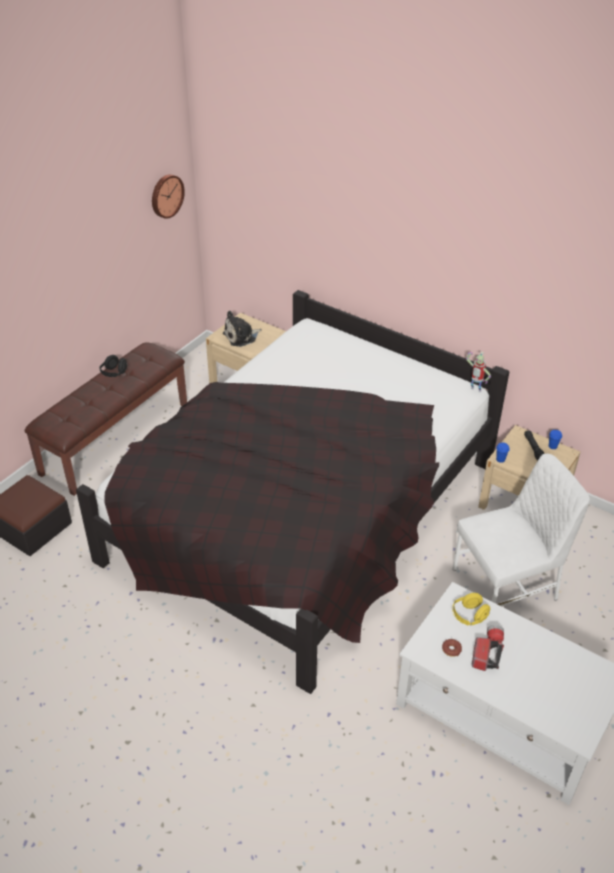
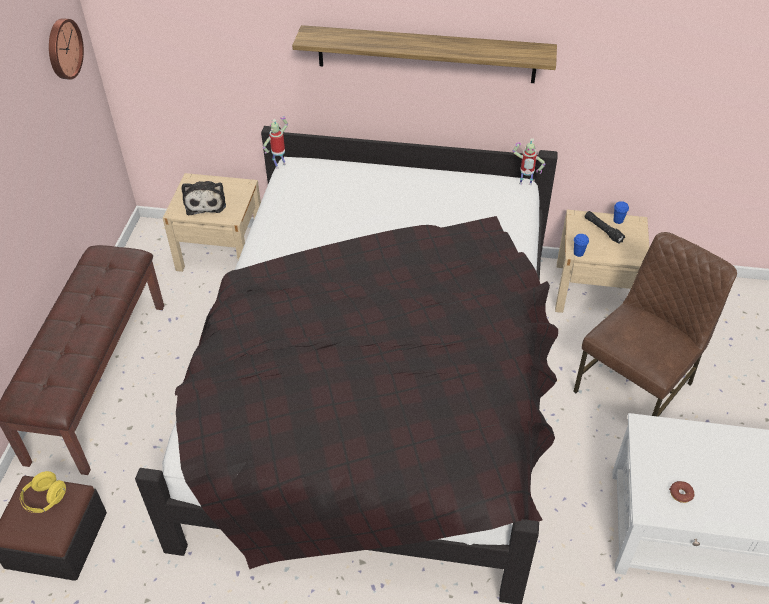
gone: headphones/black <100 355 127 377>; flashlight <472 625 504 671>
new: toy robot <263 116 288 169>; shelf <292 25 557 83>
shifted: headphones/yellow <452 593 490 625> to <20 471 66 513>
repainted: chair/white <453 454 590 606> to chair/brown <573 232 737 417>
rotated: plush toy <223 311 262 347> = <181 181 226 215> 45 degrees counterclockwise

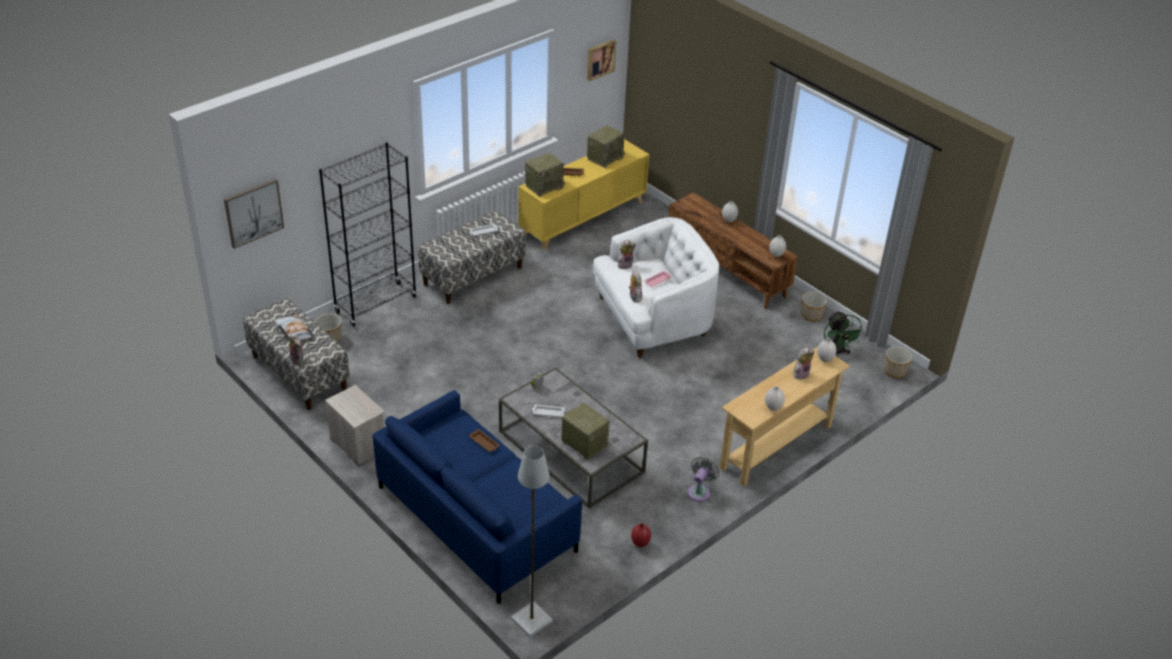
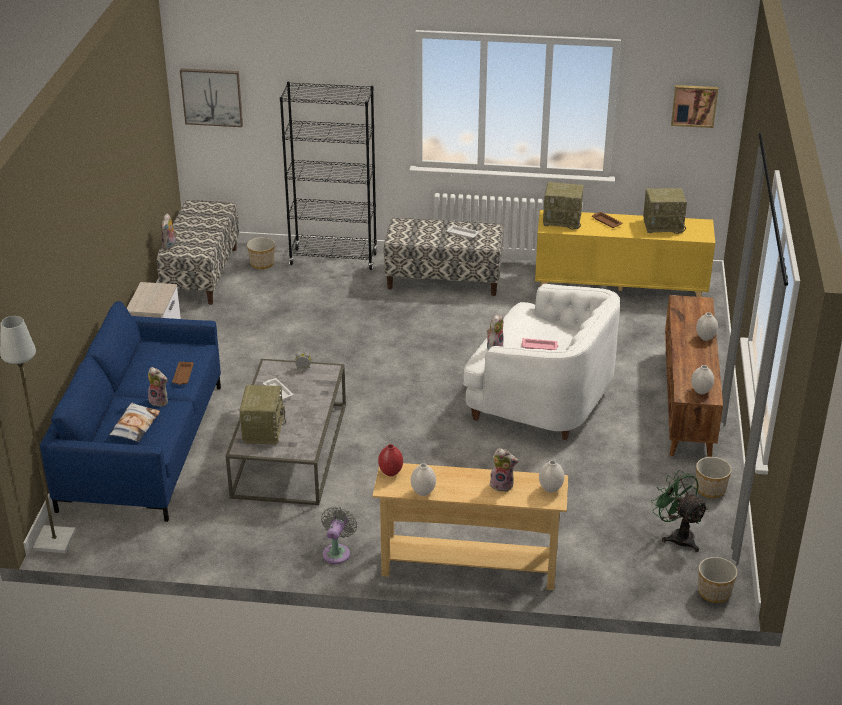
shifted: pillow <274 315 315 340> to <109 402 160 442>; plush toy <618 240 636 269> to <147 367 168 407>; vase/red <631 523 651 547> to <378 444 403 476>
rotated: fan/grey <688 456 719 502> = <321 506 357 564> 60 degrees counterclockwise; fan/green <824 310 864 356> = <651 470 708 552> 105 degrees clockwise

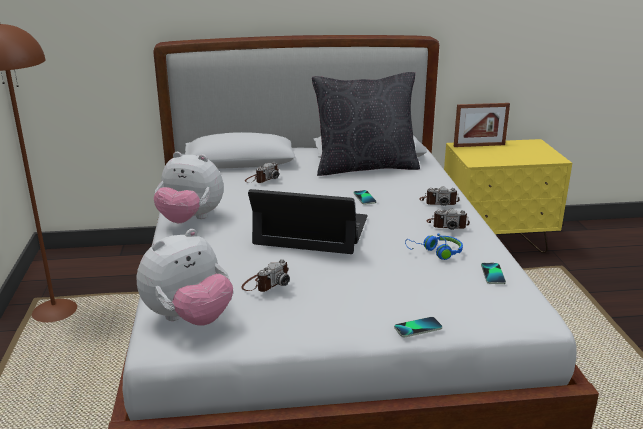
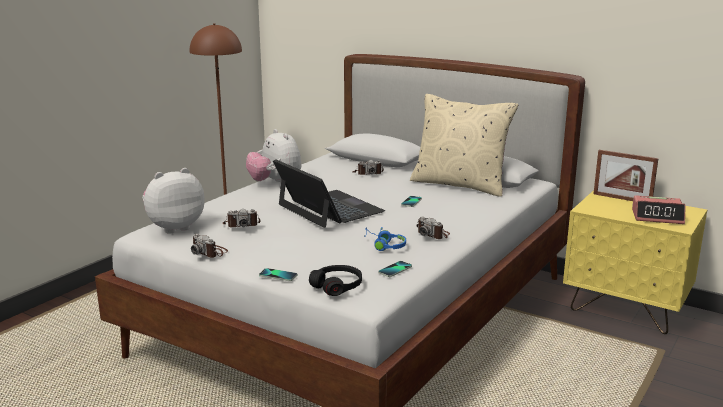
new: headphones/black <309 265 362 296>; alarm clock <632 195 686 224>
shifted: photo camera <419 186 460 206> to <191 234 228 258>
repainted: pillow/black <312 72 420 176> to pillow/beige <410 94 518 197>
rotated: plush toy <137 229 233 326> = <142 168 205 234> 150 degrees clockwise

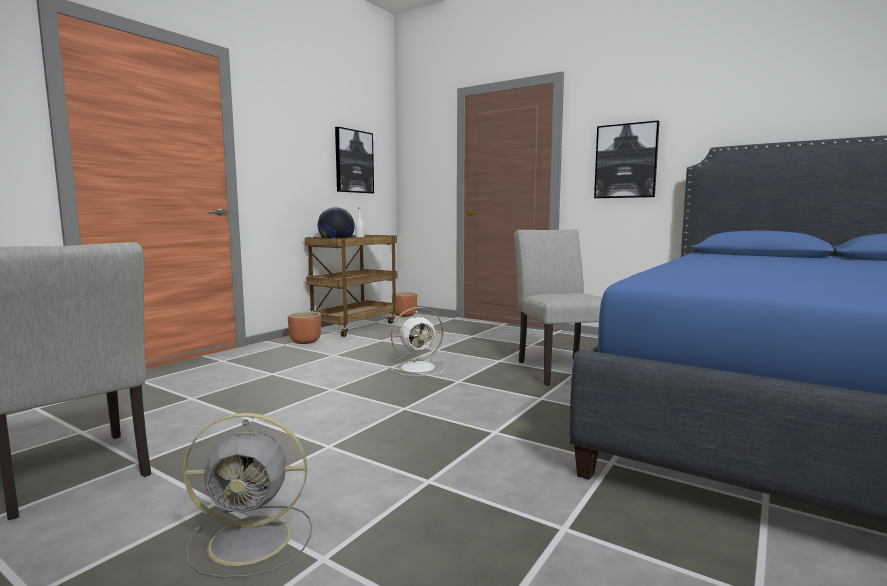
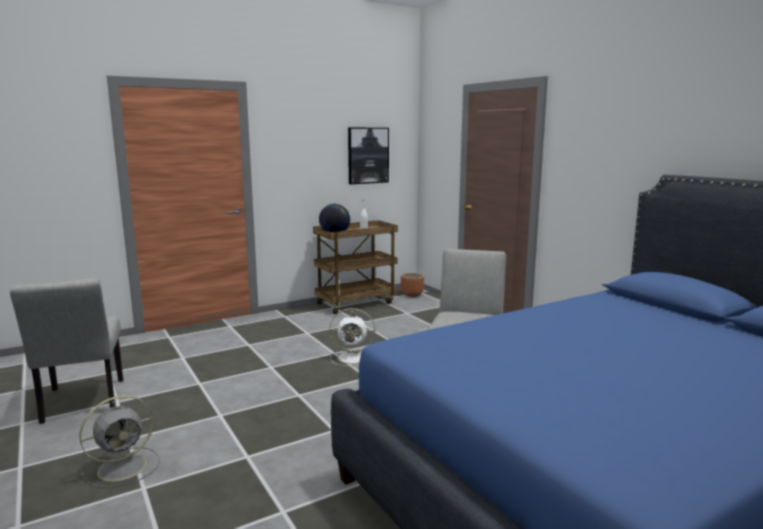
gone: planter/brown <288 311 321 344>; picture <594 120 660 198>
rotated: fan/grey <183 413 312 578> = <79 395 160 488> 60 degrees counterclockwise

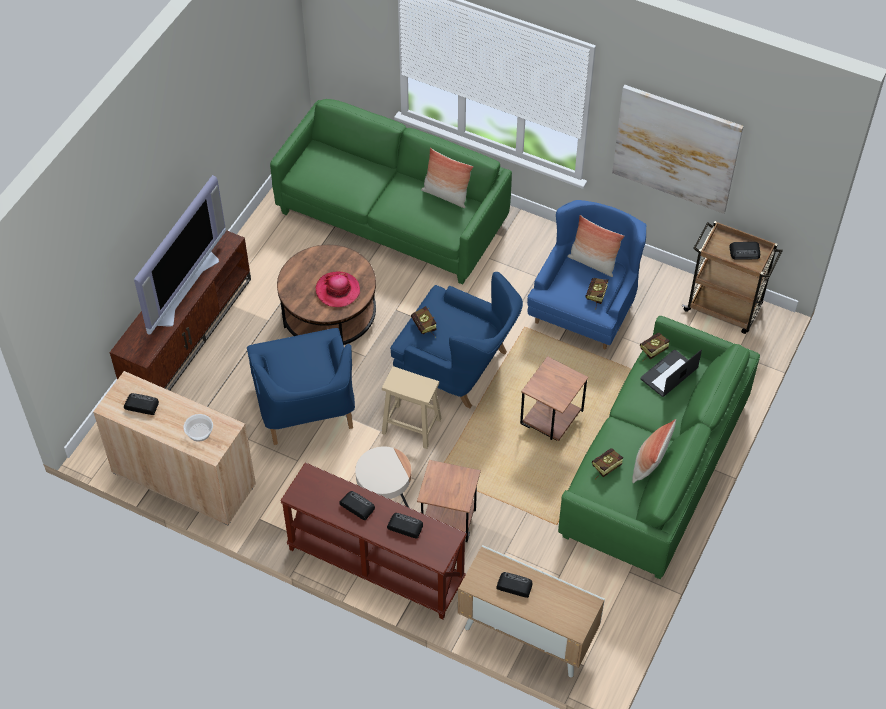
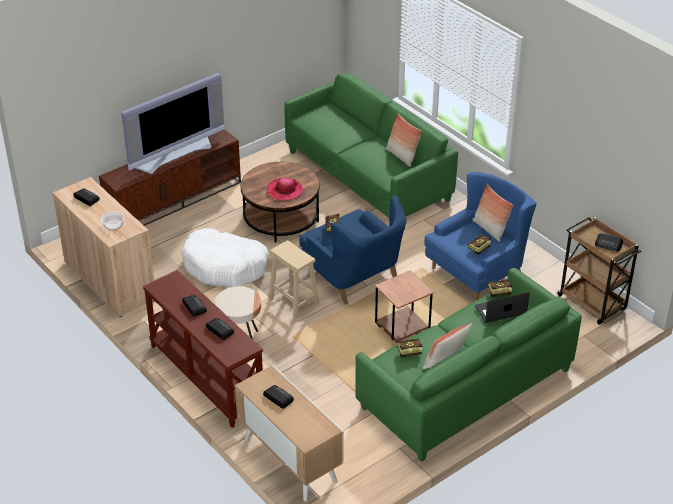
gone: side table/brown <417 460 481 542>; picture <612 85 744 214>
swapped: armchair/blue <247 328 355 445> to dog bed/white <181 228 269 287>

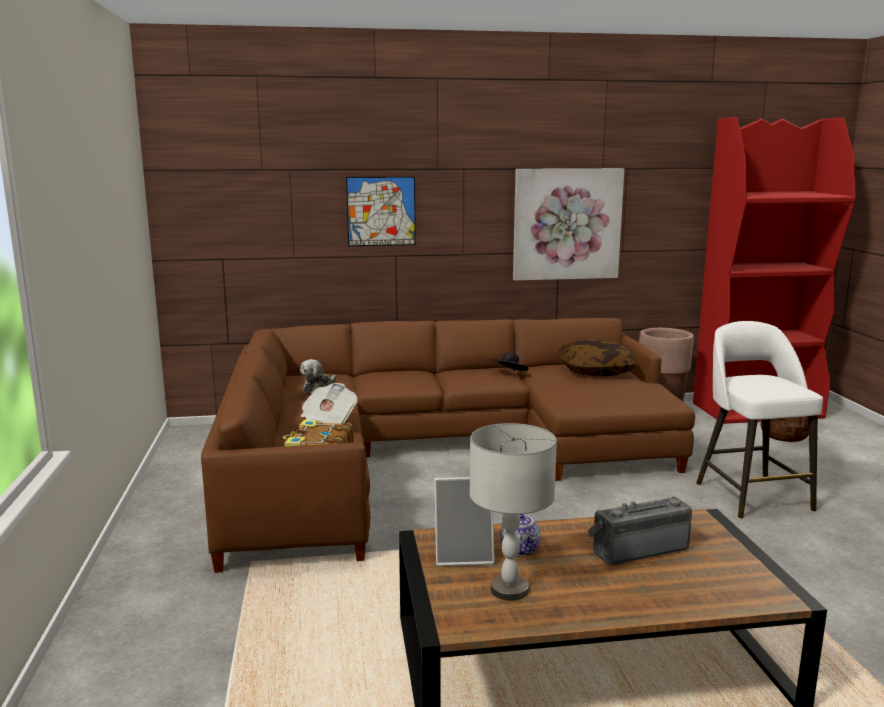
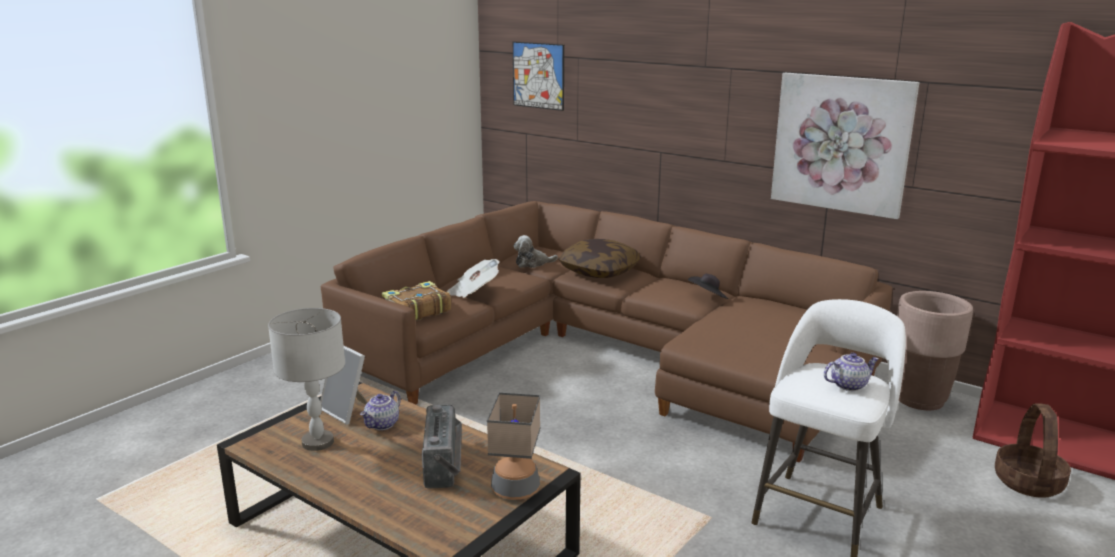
new: table lamp <487 392 540 500>; teapot <824 353 879 391>
shifted: picture <346 177 416 246> to <513 41 564 111>; pillow <558 340 637 376> to <559 239 641 278>
rotated: radio <588 497 692 565> = <422 404 462 489> 60 degrees clockwise

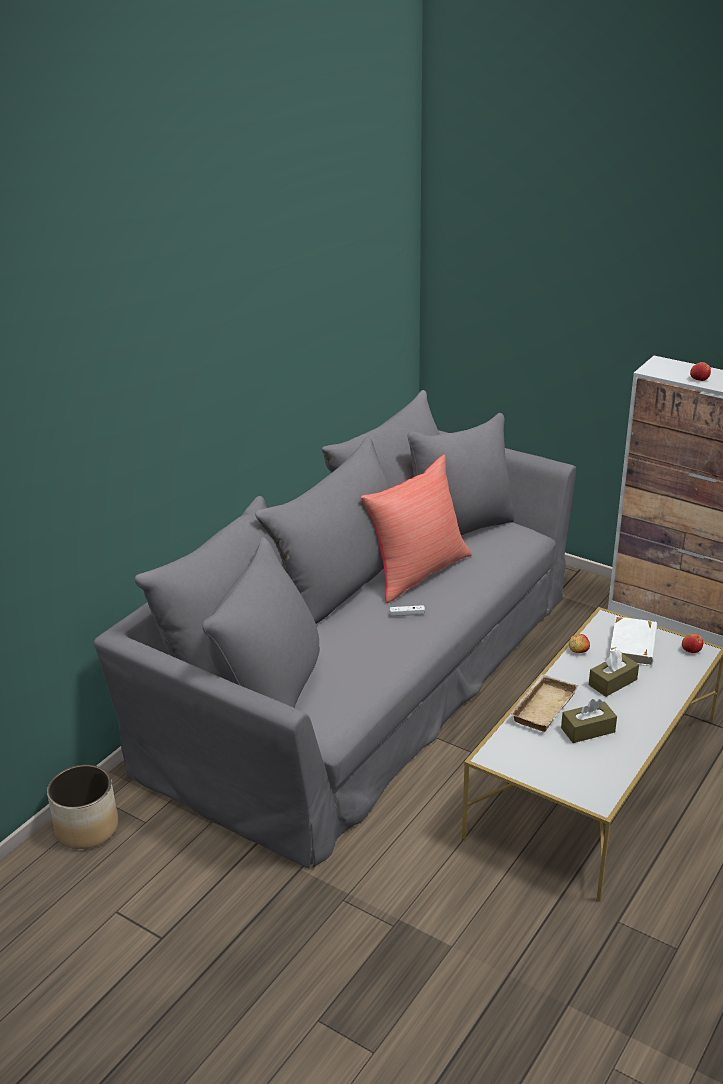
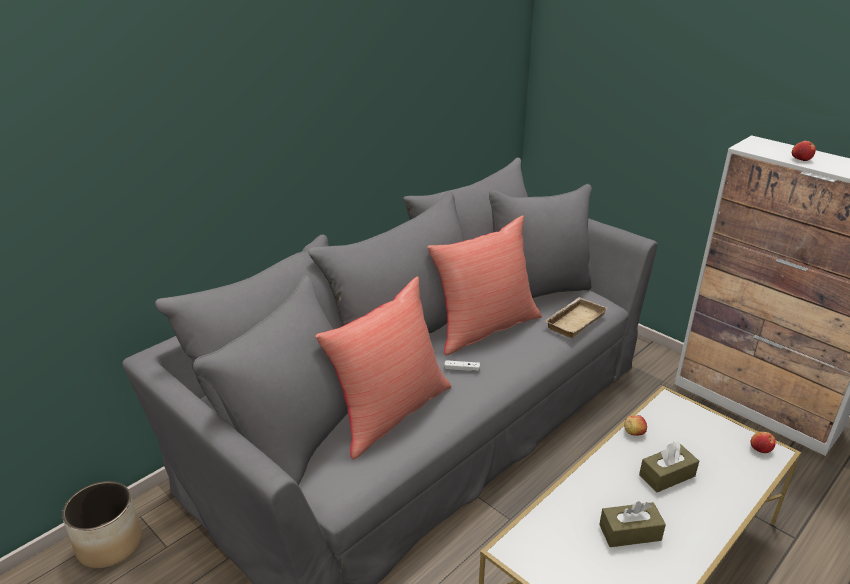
gone: book/white <610 616 657 666>
new: pillow/red <315 276 451 460>
shifted: tray/beige <510 674 578 732> to <545 297 607 338>

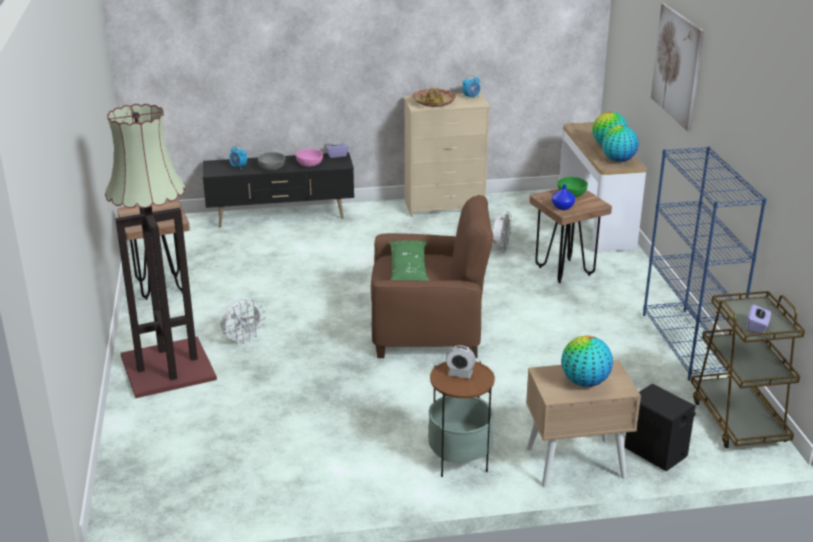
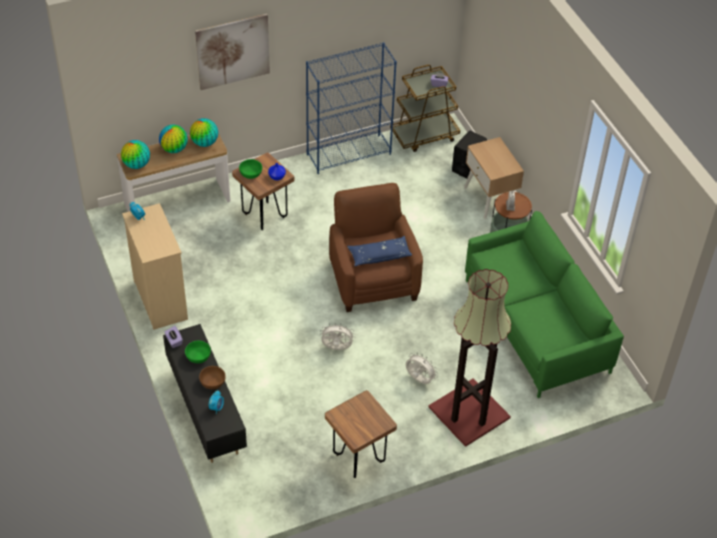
gone: hat <412 87 456 107>
new: sofa/green <465 211 624 398>
shifted: fan/white <491 211 512 252> to <320 323 355 350>; globe <561 336 613 387> to <121 140 150 169>
repainted: bowl/grey <258 152 286 171> to bowl/brown <199 366 226 389>; bowl/pink <296 149 323 167> to bowl/green <185 341 211 363>; pillow/green <389 240 430 281> to pillow/blue <347 236 412 266>

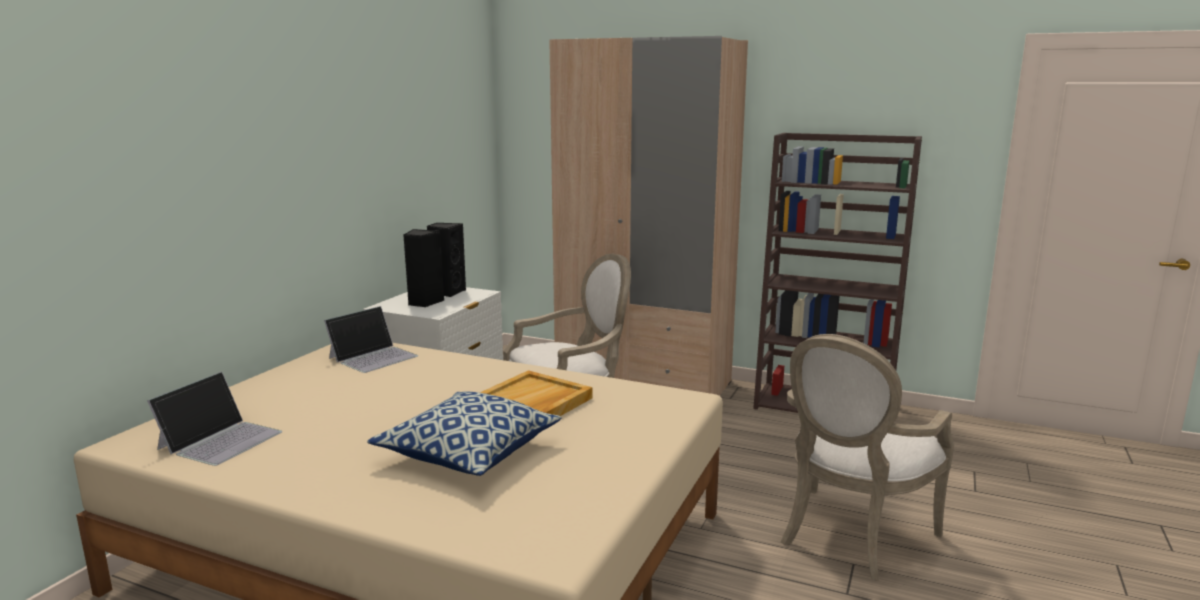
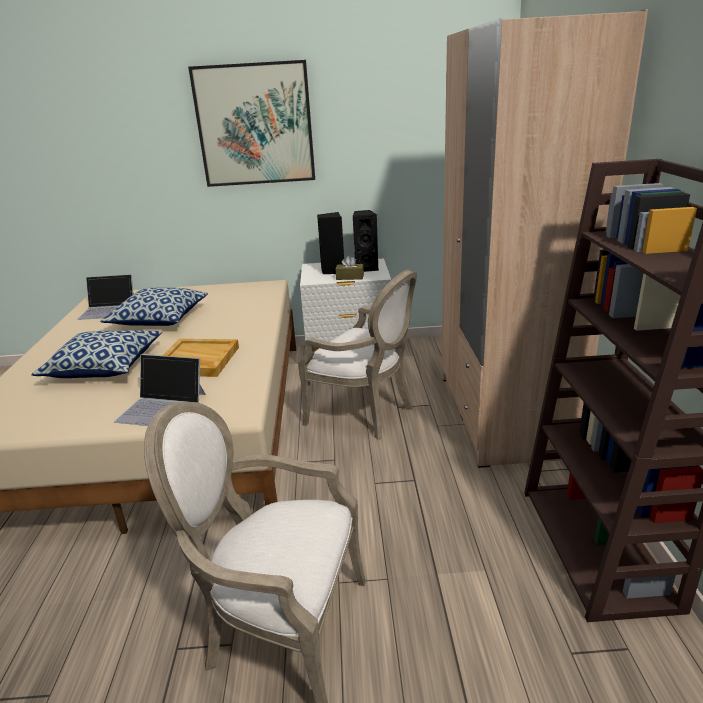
new: pillow <100 288 208 326>; picture <188 60 315 187>; tissue box/brown <335 256 364 280>
shifted: laptop <324 306 418 373> to <114 354 206 426>

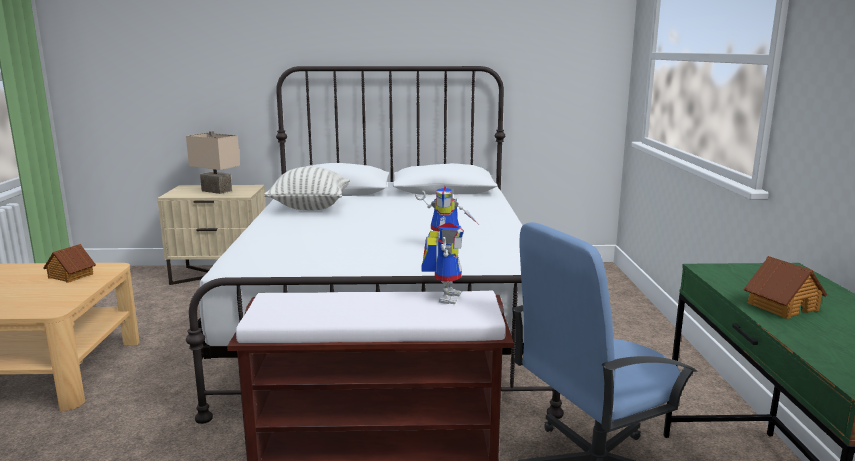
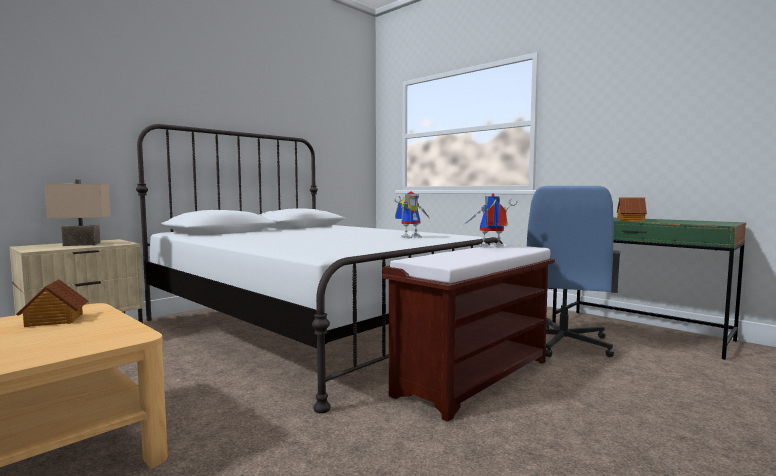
gone: pillow <264 166 350 210>
rotated: toy robot <422 223 464 304> = <464 193 517 247> 60 degrees counterclockwise

